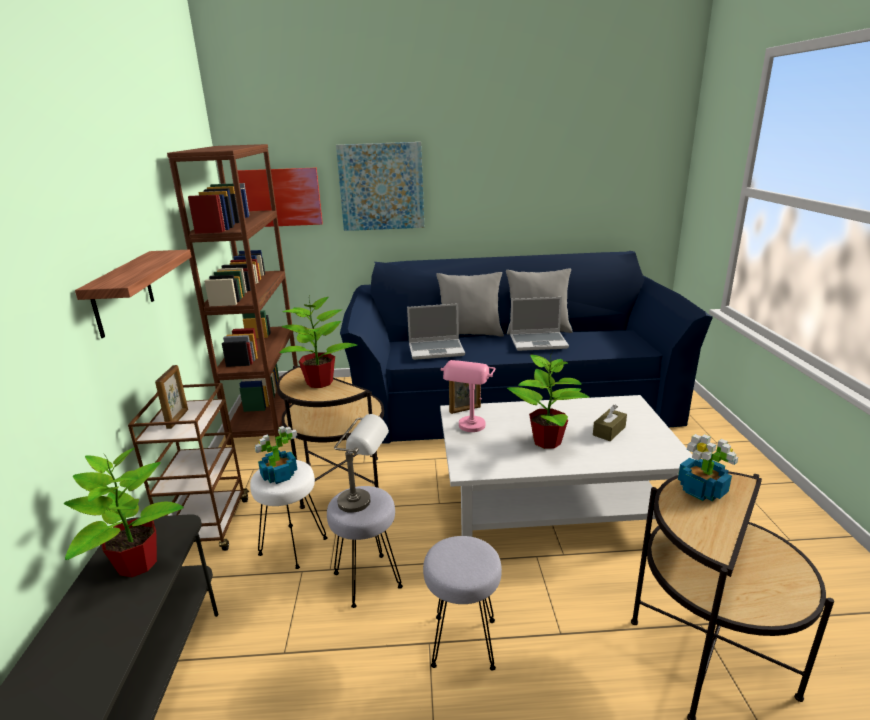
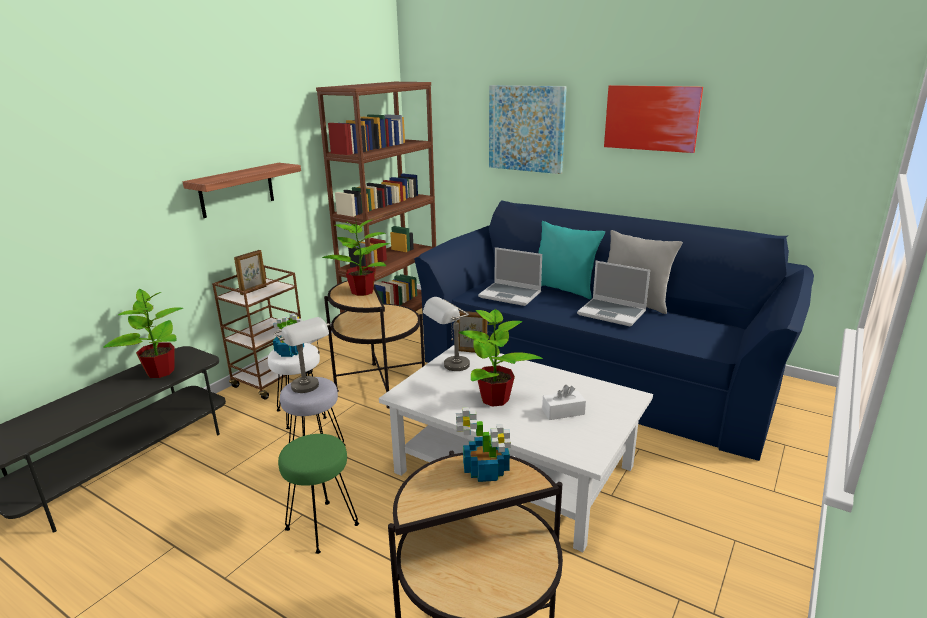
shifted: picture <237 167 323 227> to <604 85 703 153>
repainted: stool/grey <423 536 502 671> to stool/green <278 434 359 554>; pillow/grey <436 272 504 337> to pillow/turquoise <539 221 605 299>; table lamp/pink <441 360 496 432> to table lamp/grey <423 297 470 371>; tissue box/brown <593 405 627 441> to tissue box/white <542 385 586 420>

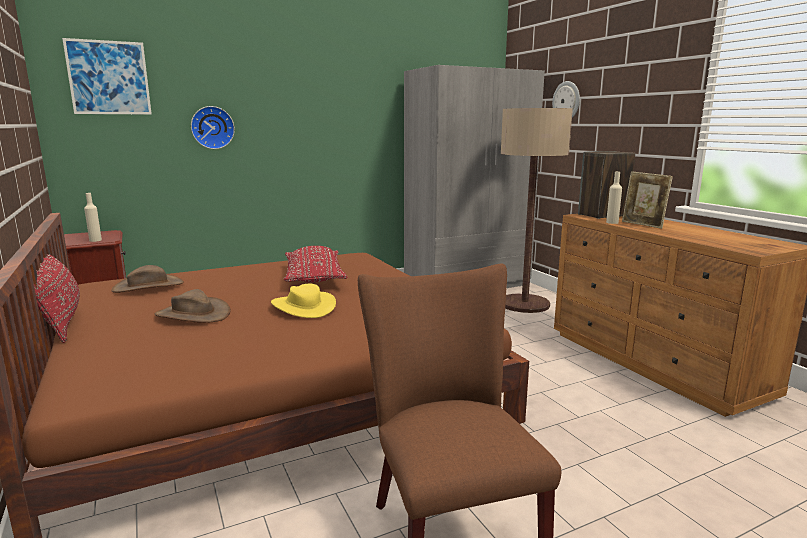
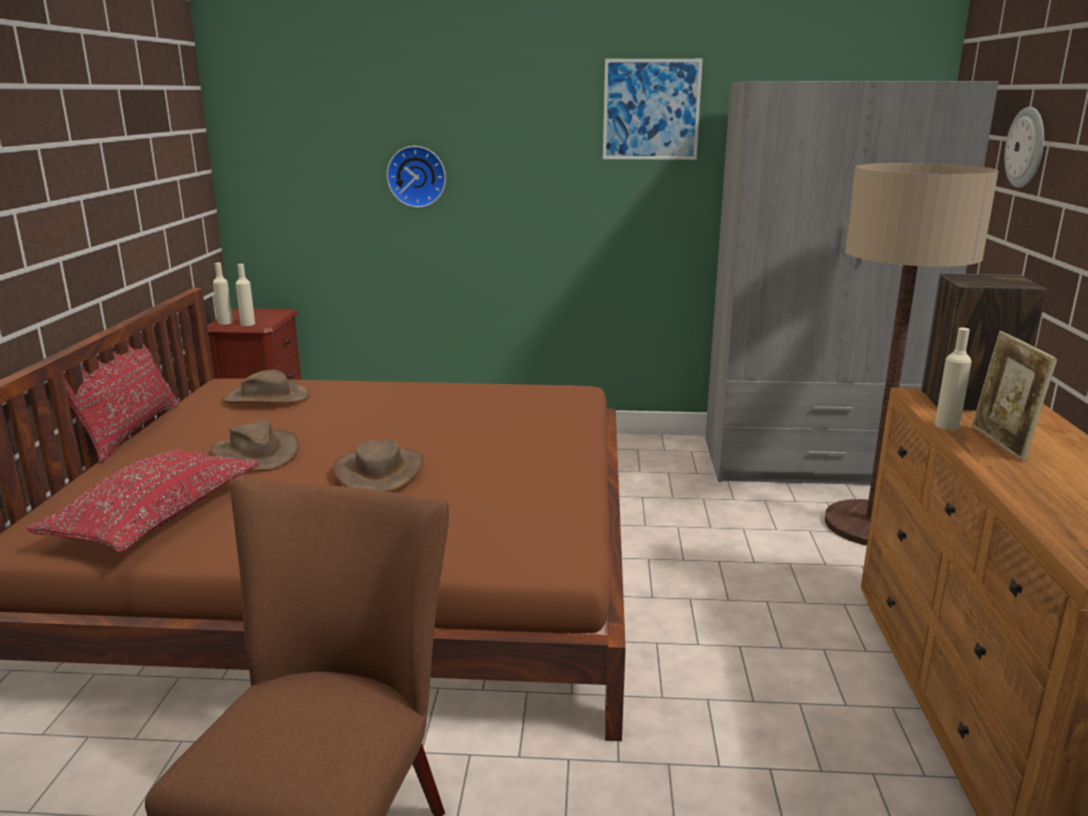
new: bottle/beige <213 263 233 325>
shifted: picture <62 38 152 114> to <603 59 703 160>; pillow/red <284 246 347 282> to <27 448 259 553>
repainted: hat/yellow <271 284 336 318> to hat/brown <334 439 424 492>

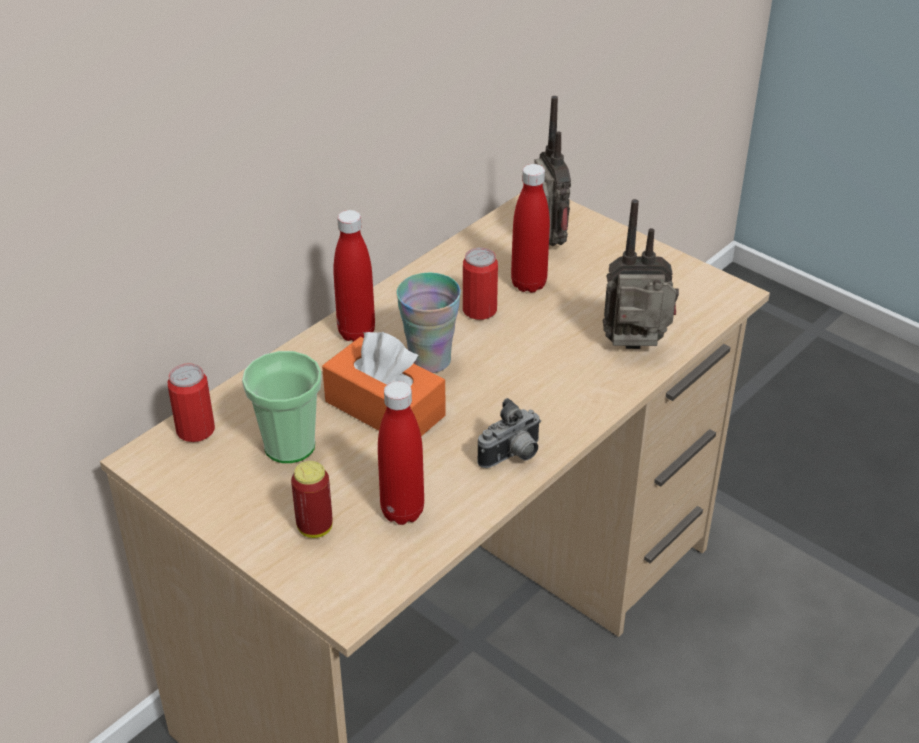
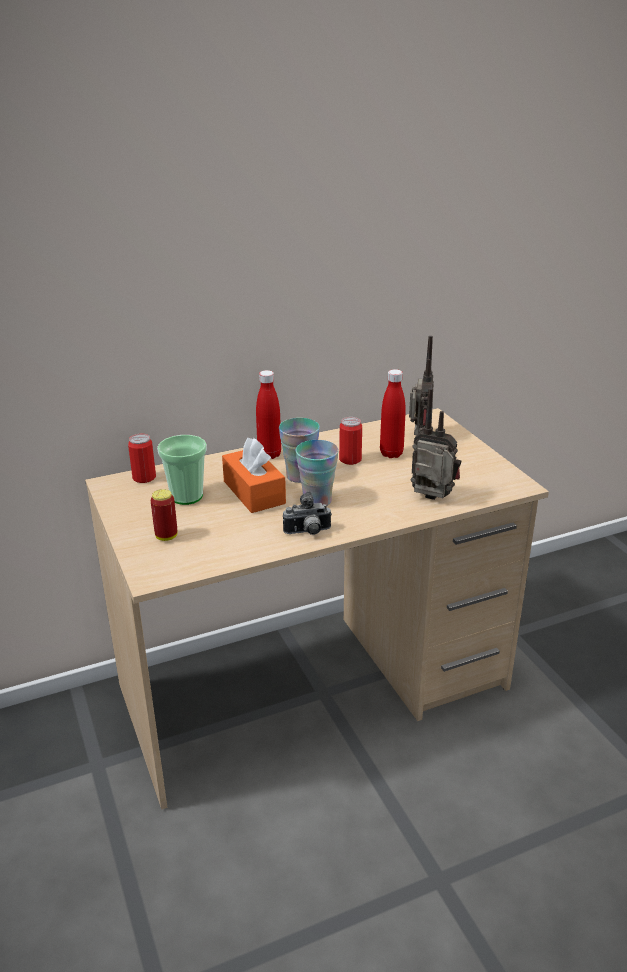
gone: bottle/red <378 381 424 525>
new: cup <296 440 339 506>

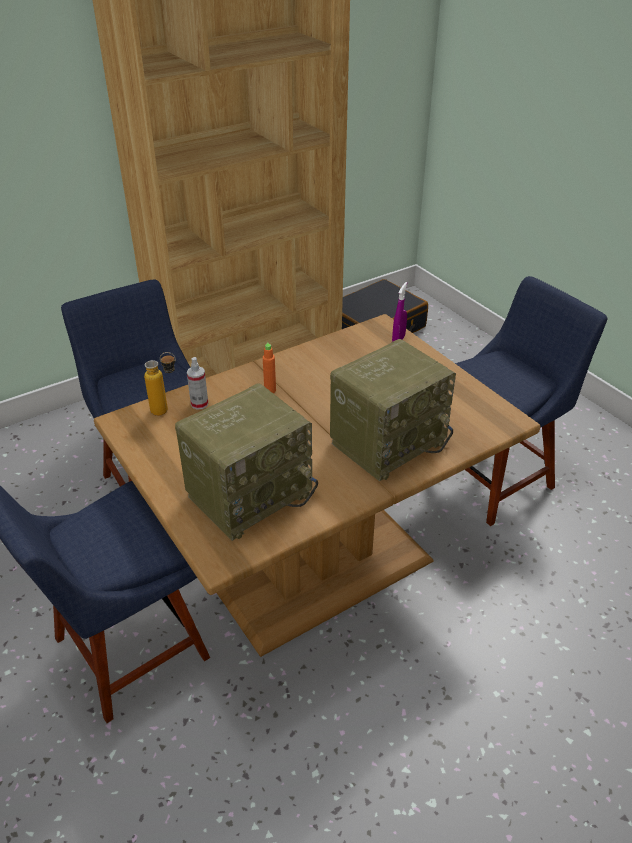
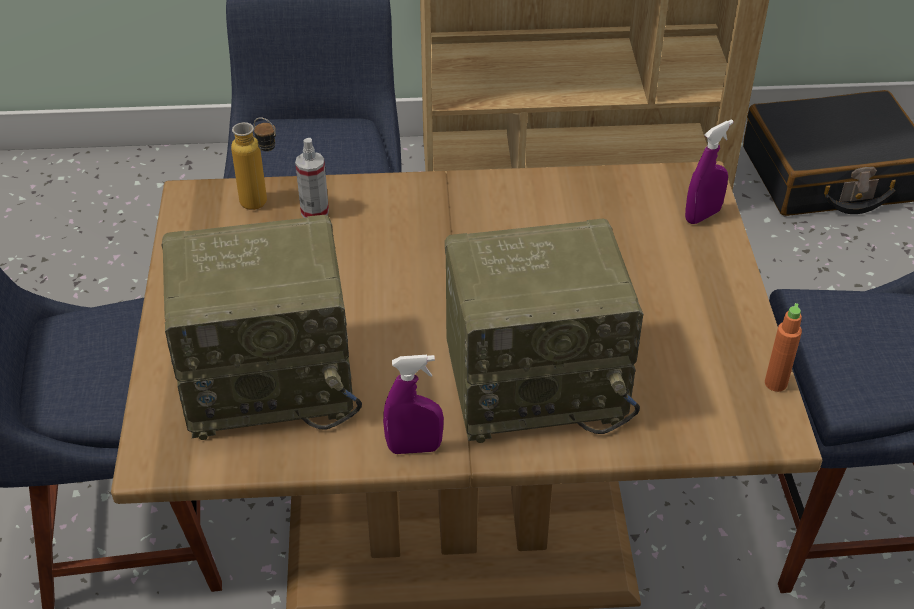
new: spray bottle/purple <383 355 444 454>
shifted: bottle/orange <263 342 276 393> to <765 303 802 392>

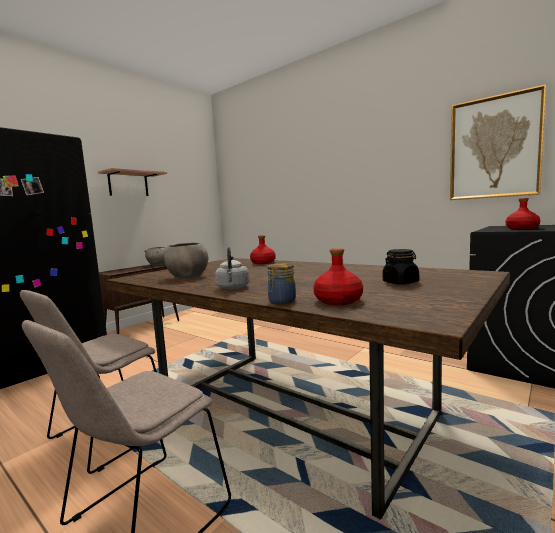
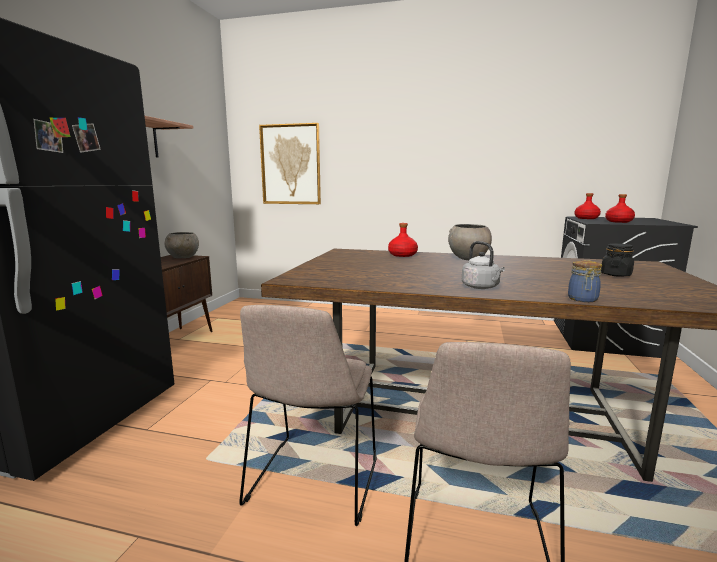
shifted: bowl/grey <164 243 209 279> to <448 224 492 260>; bottle/red <313 248 363 305> to <574 193 601 219>; picture <450 84 546 200> to <259 123 321 204>

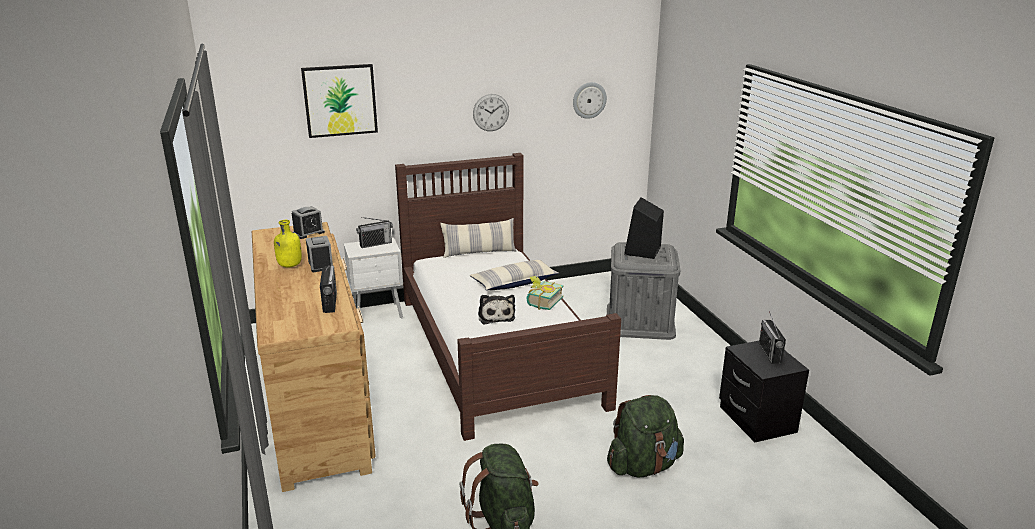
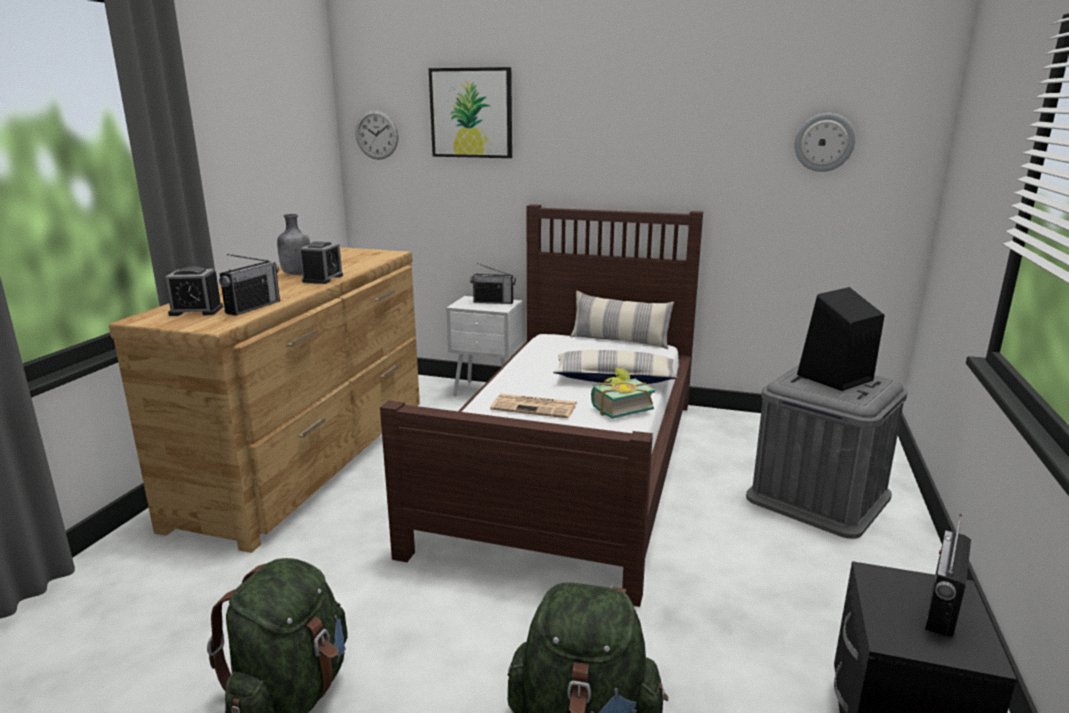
shifted: alarm clock <292 206 325 239> to <165 266 223 316>; wall clock <473 94 509 131> to <356 110 399 160>
swapped: plush toy <478 295 515 324> to newspaper <490 394 577 419>
repainted: bottle/yellow <274 220 302 268> to bottle/grey <277 214 310 275>

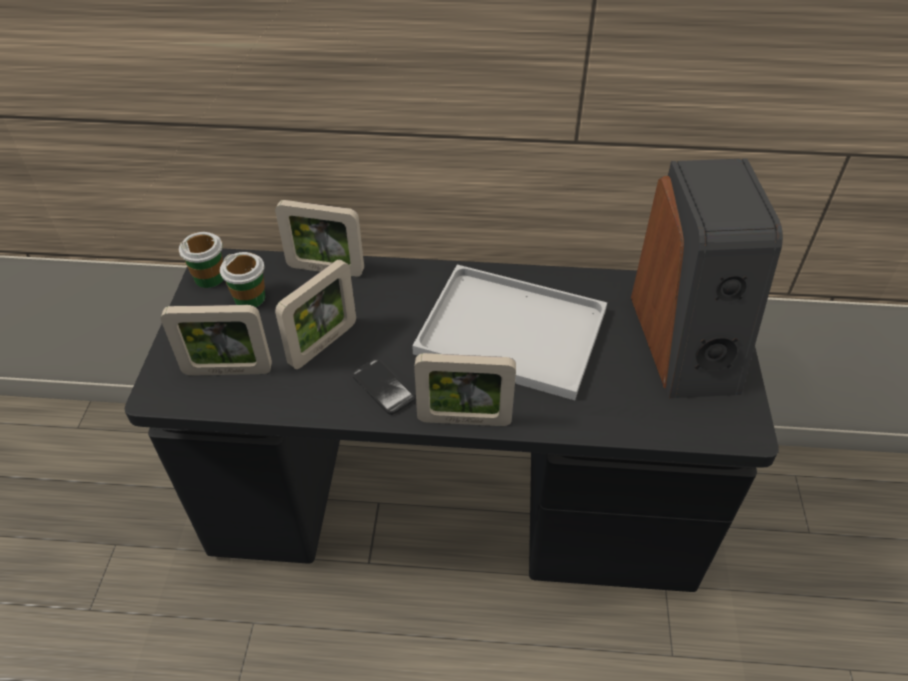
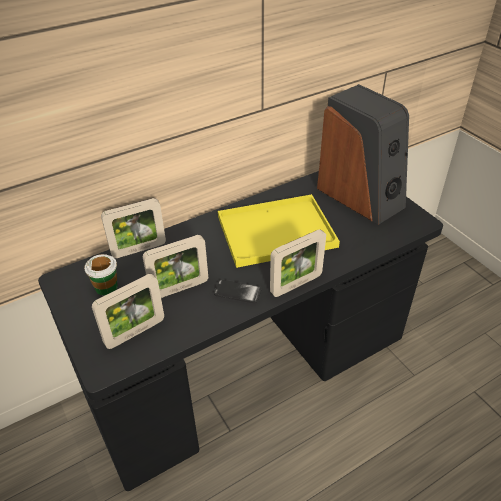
gone: cup <179 232 224 288>
repainted: tray/white <412 265 607 400> to tray/yellow <218 194 340 268>
rotated: picture frame <275 259 356 369> = <143 235 208 298> 60 degrees clockwise

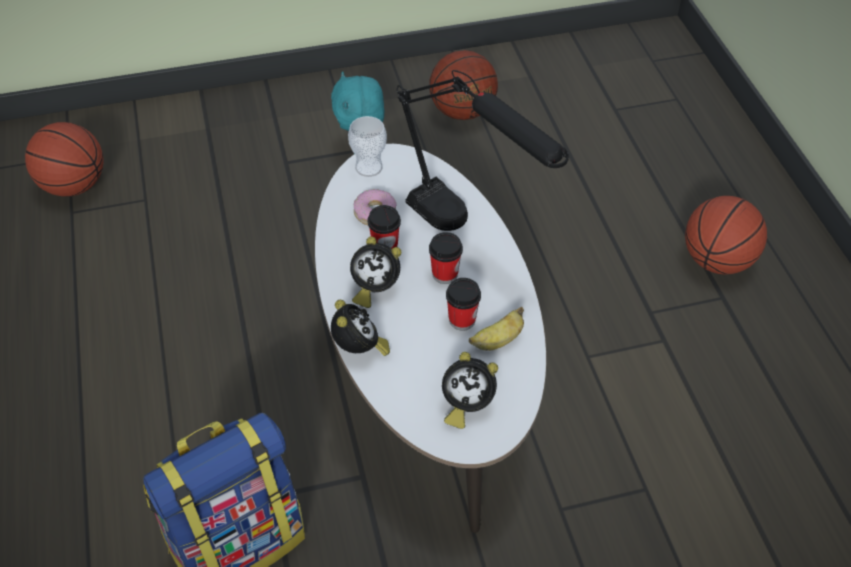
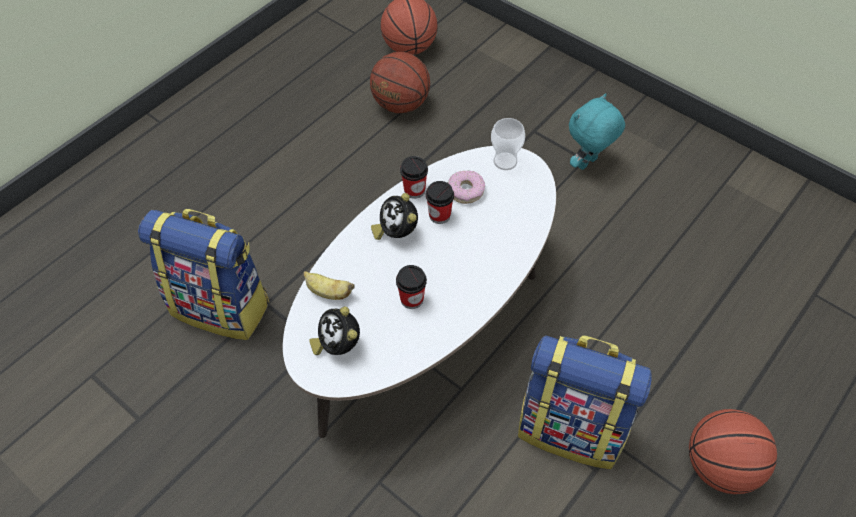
gone: alarm clock <331 300 390 356>; table lamp/black <397 70 569 231>
new: backpack <518 335 651 469>
shifted: basketball <429 50 498 120> to <370 52 430 113>; cup <429 232 463 284> to <400 156 428 199>; banana <469 307 524 351> to <304 271 354 300>

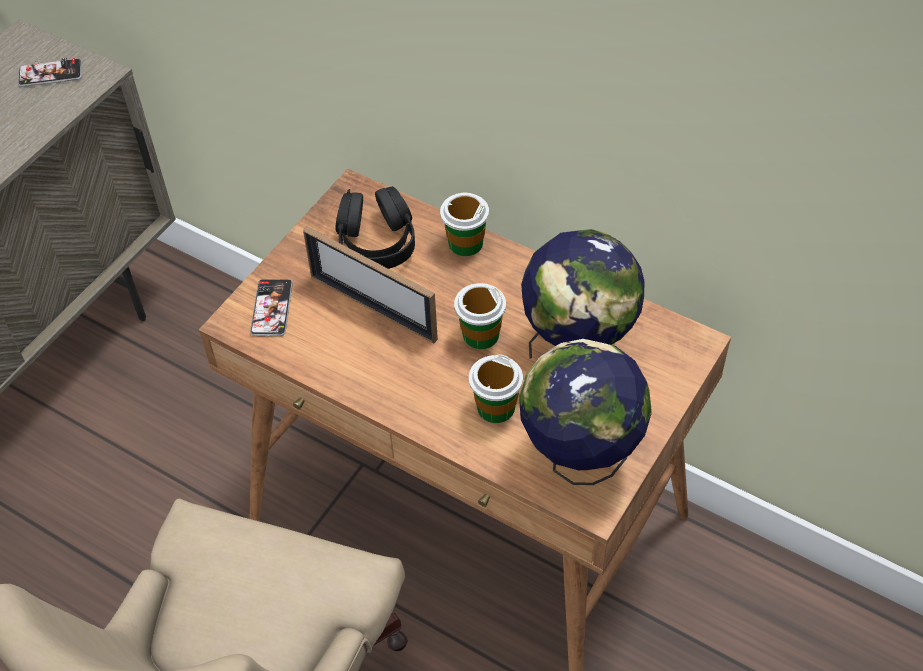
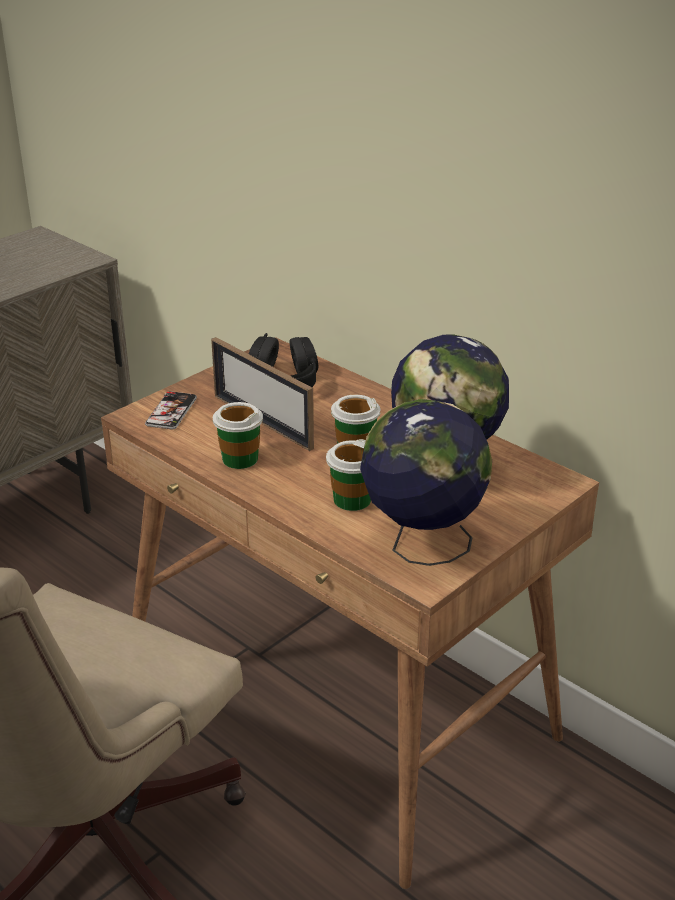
gone: phone <18 58 82 87>
shifted: cup <440 193 489 256> to <213 402 263 469>

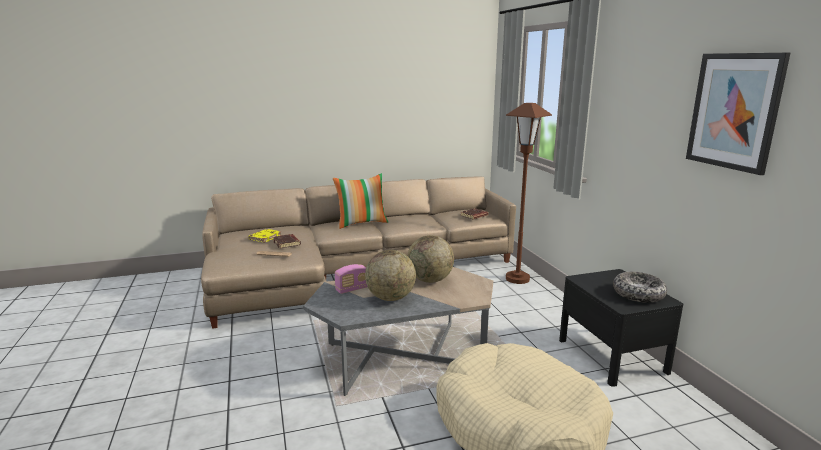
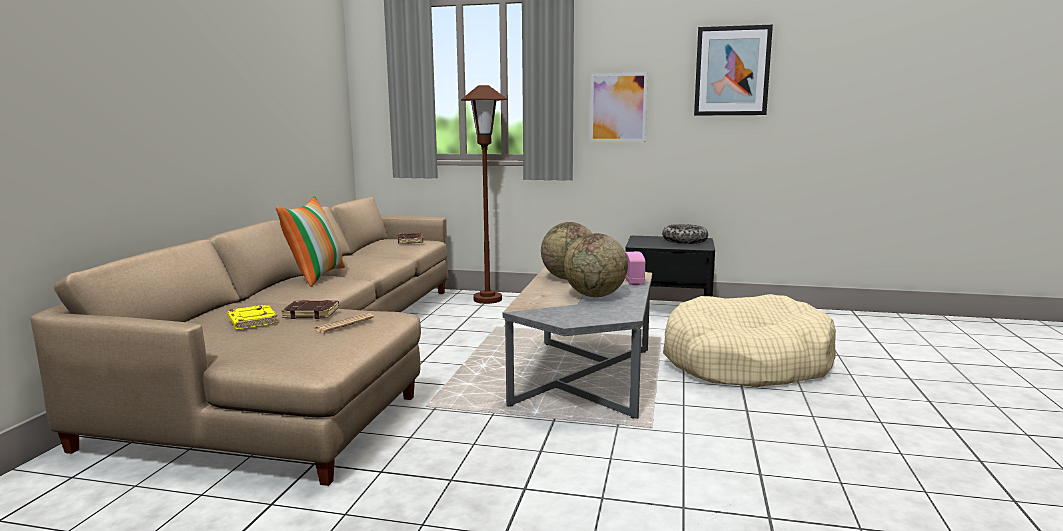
new: picture <590 72 648 142>
shifted: radio <335 264 367 294> to <625 252 645 285>

